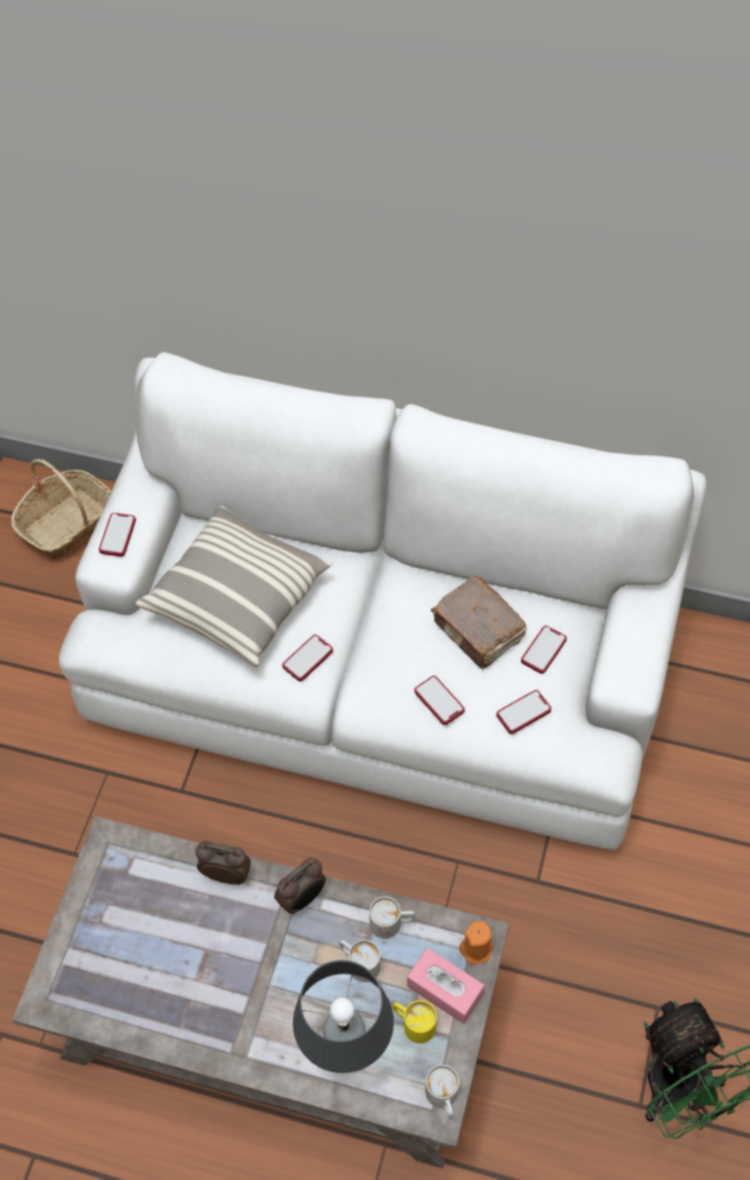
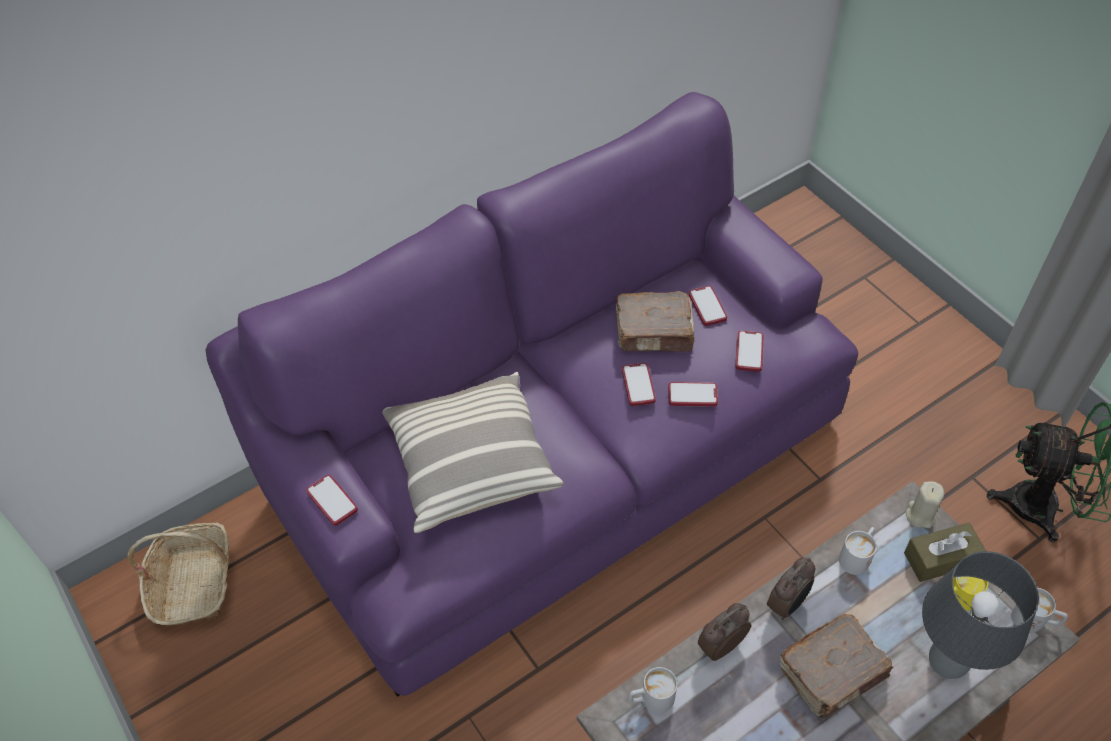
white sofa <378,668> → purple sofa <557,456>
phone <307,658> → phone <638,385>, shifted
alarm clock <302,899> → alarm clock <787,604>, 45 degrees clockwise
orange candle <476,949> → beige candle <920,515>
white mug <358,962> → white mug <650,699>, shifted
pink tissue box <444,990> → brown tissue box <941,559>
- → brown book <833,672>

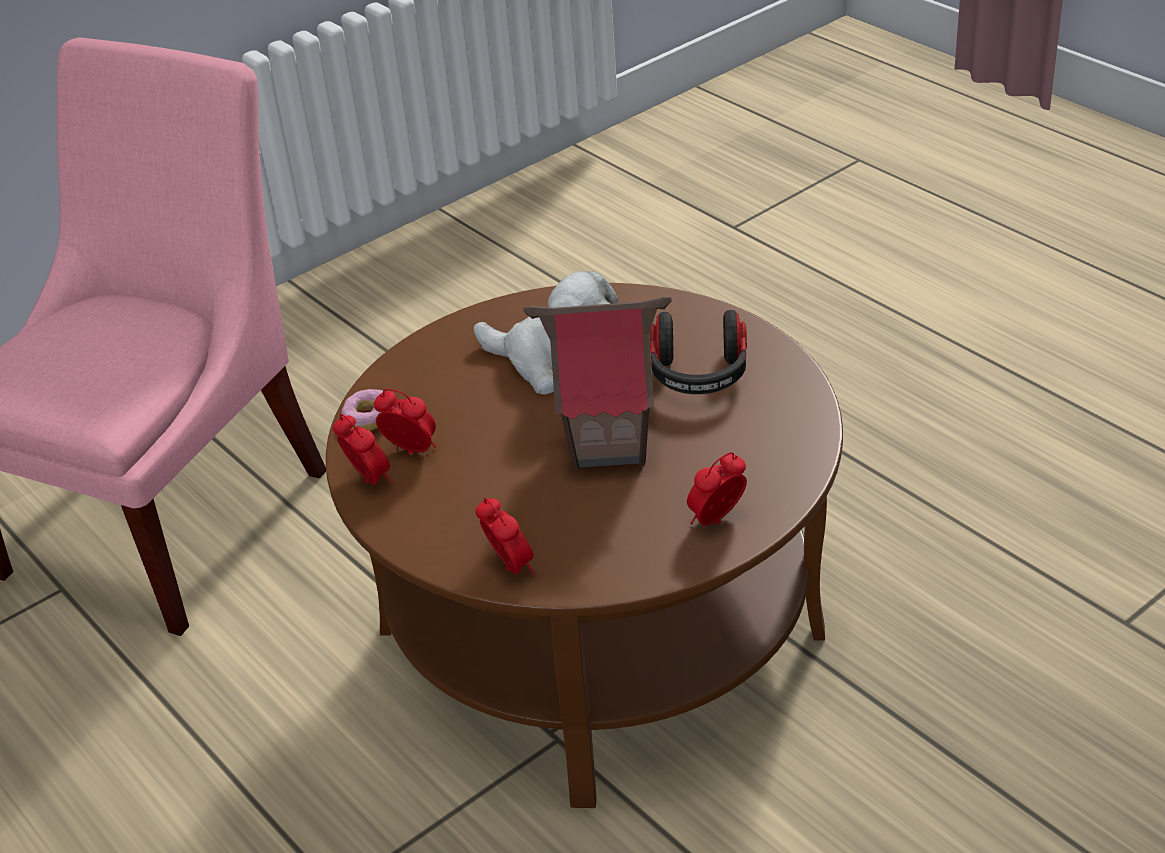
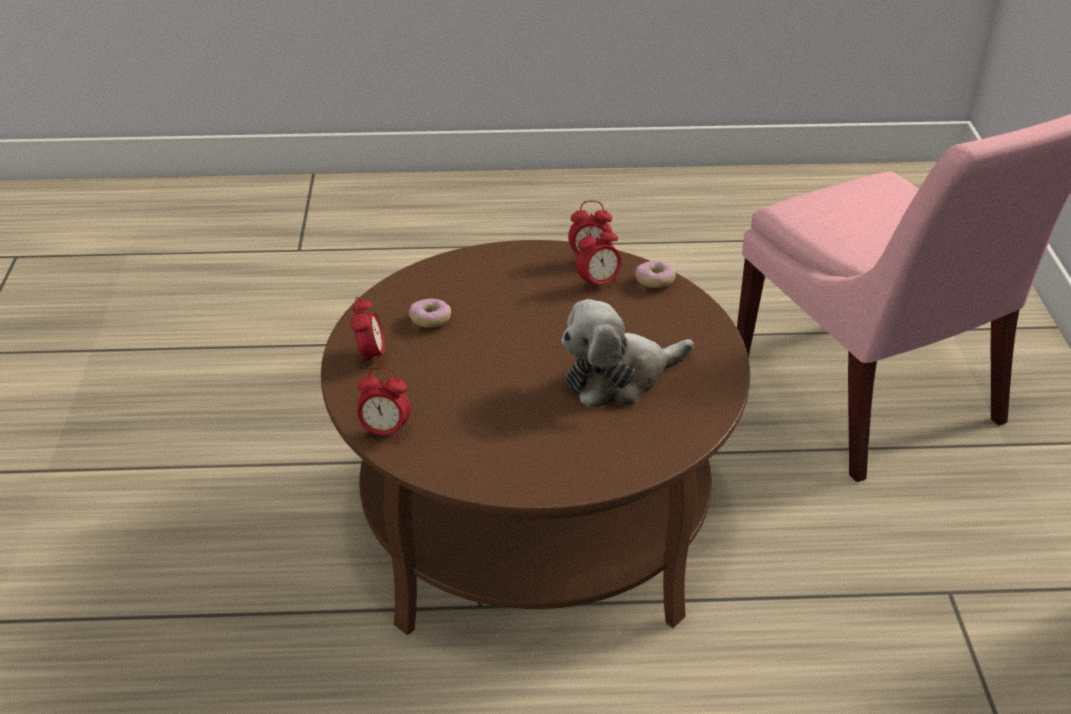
toy house <608,445> → -
headphones <699,376> → -
alarm clock <509,568> → alarm clock <384,431>, shifted
- → donut <430,320>

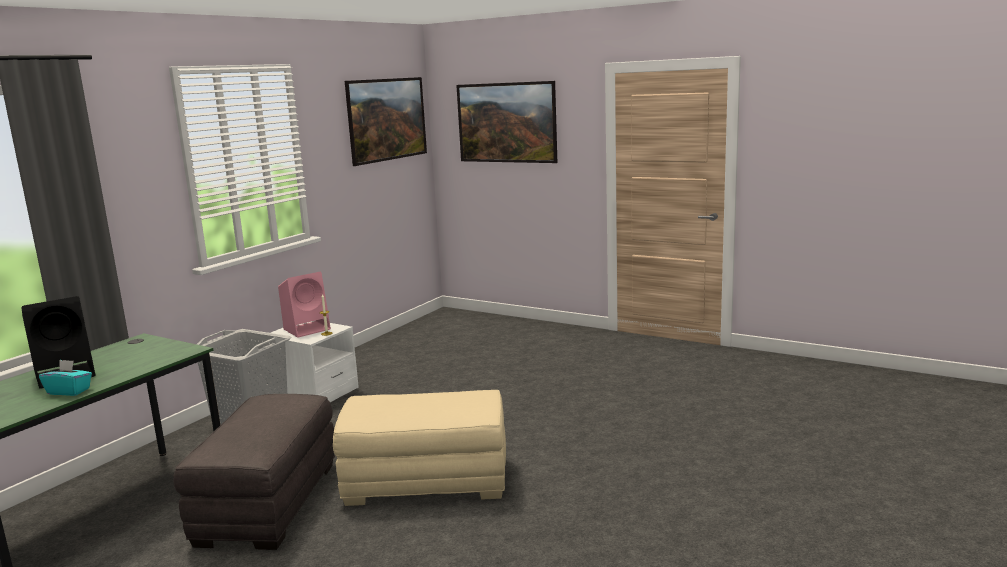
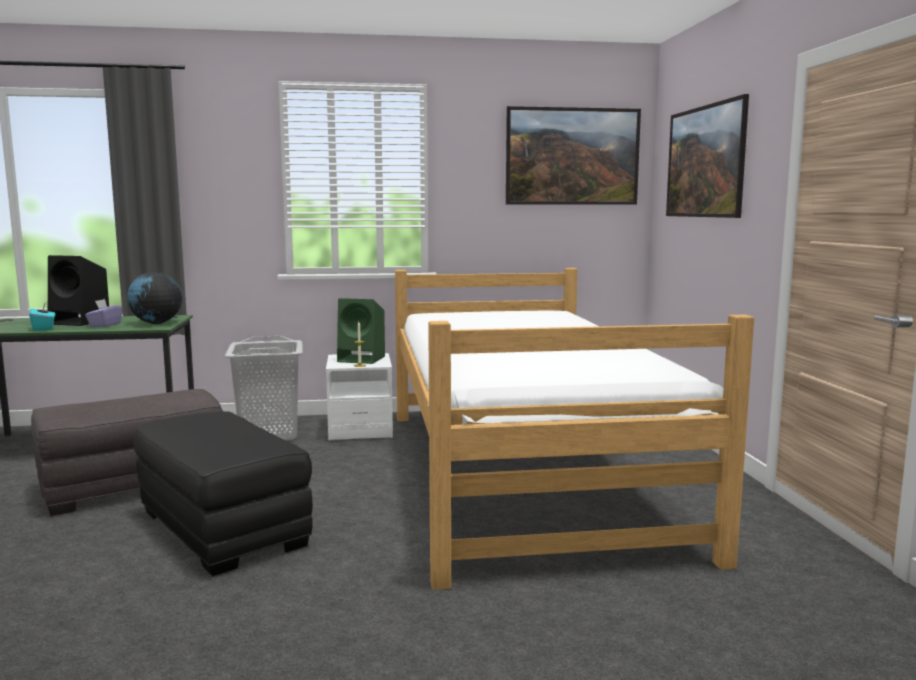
pink speaker <308,329> → green speaker <362,359>
beige ottoman <427,481> → black ottoman <224,528>
- → bed <523,473>
- → globe <156,323>
- → purple tissue box <105,325>

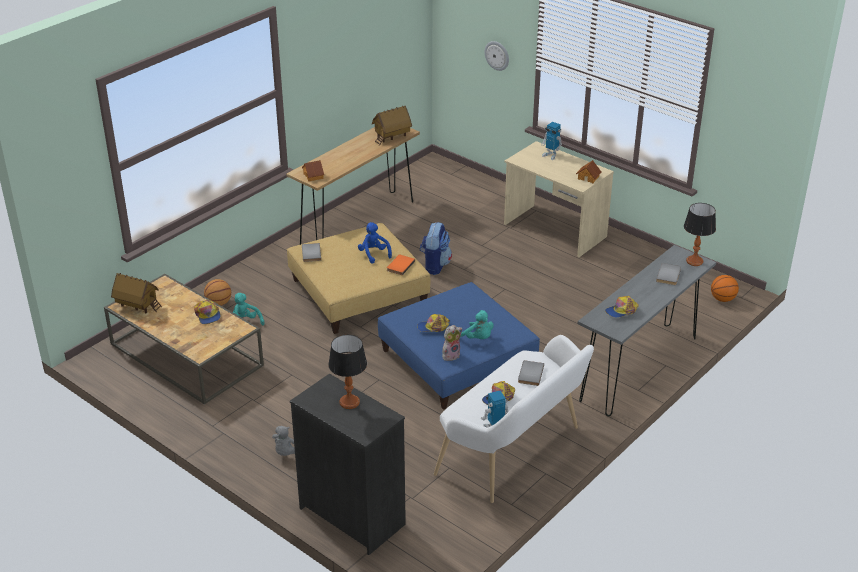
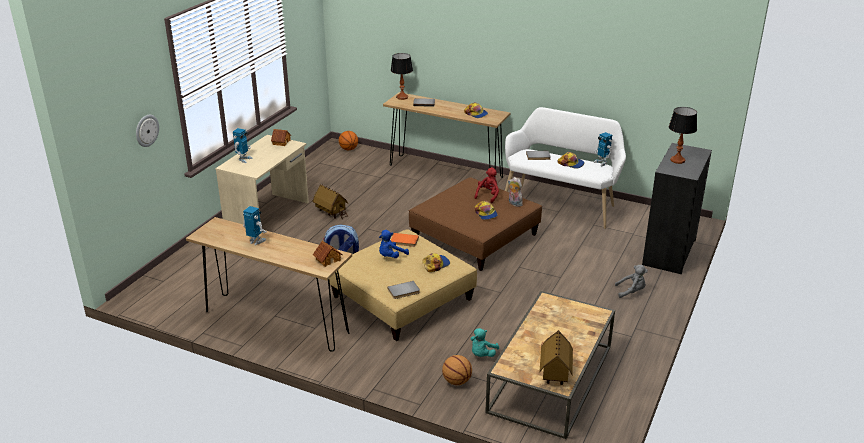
toy house <391,137> → toy house <331,213>, shifted
grey console table <639,369> → brown console table <445,171>
blue ottoman <456,361> → brown ottoman <475,237>
cap <208,315> → cap <435,264>, shifted
turquoise plush toy <477,338> → red plush toy <488,195>
- → toy robot <256,241>

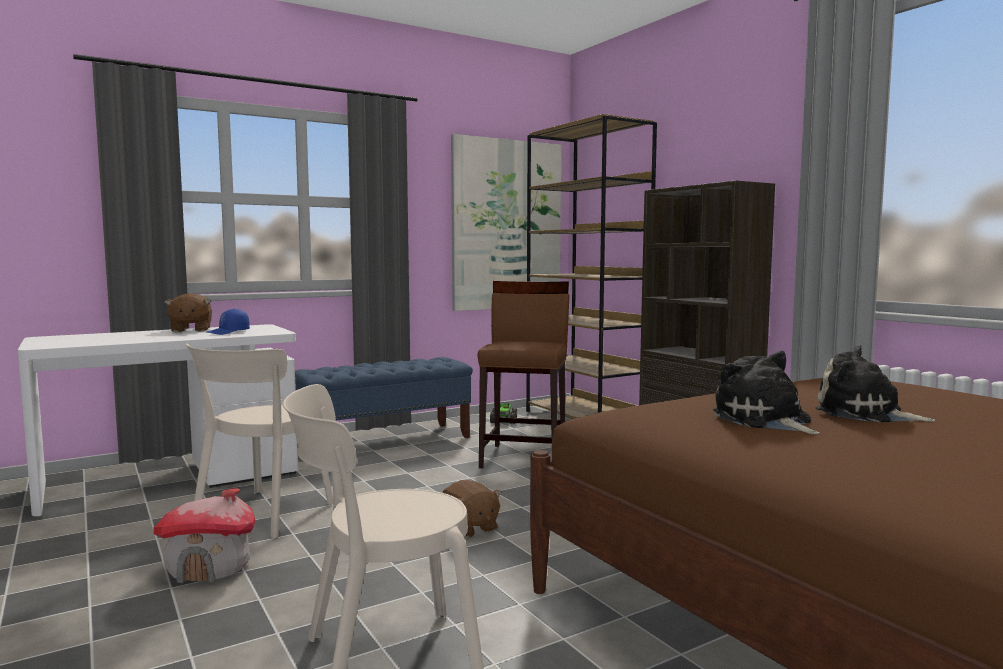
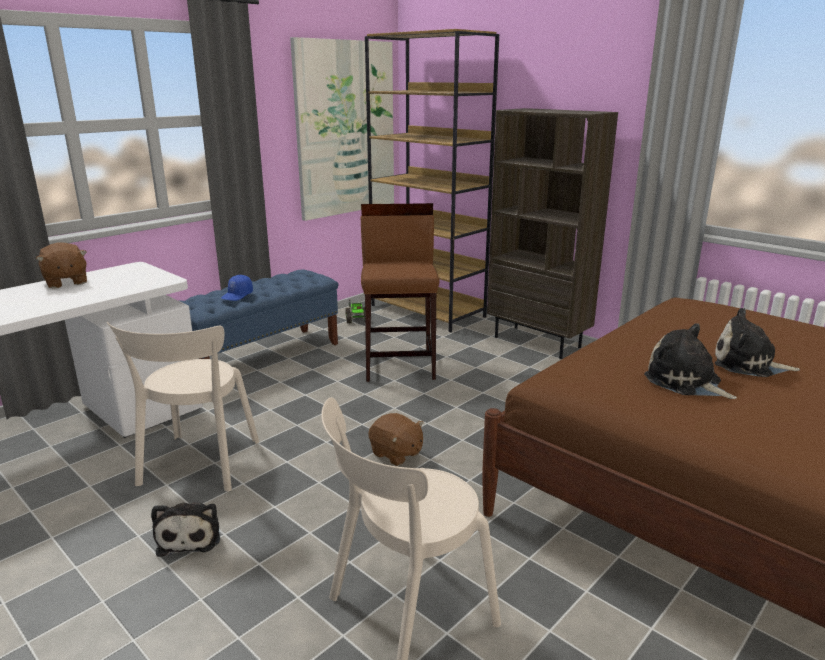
blue cap <228,332> → blue cap <237,295>, shifted
toy house <210,568> → plush toy <190,536>

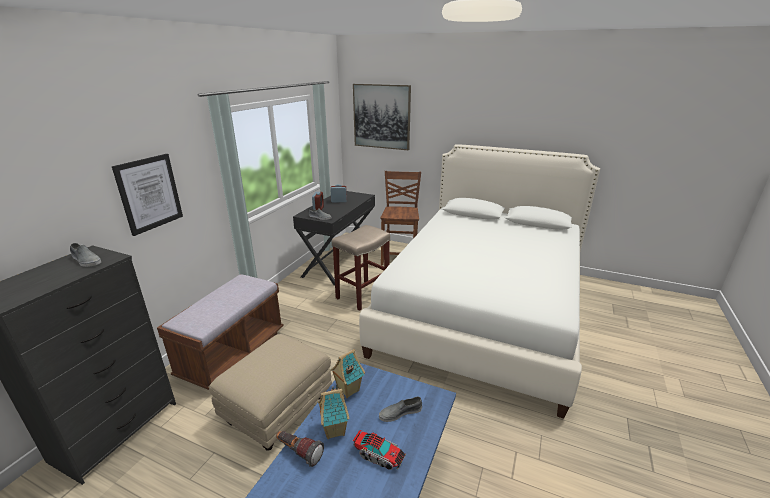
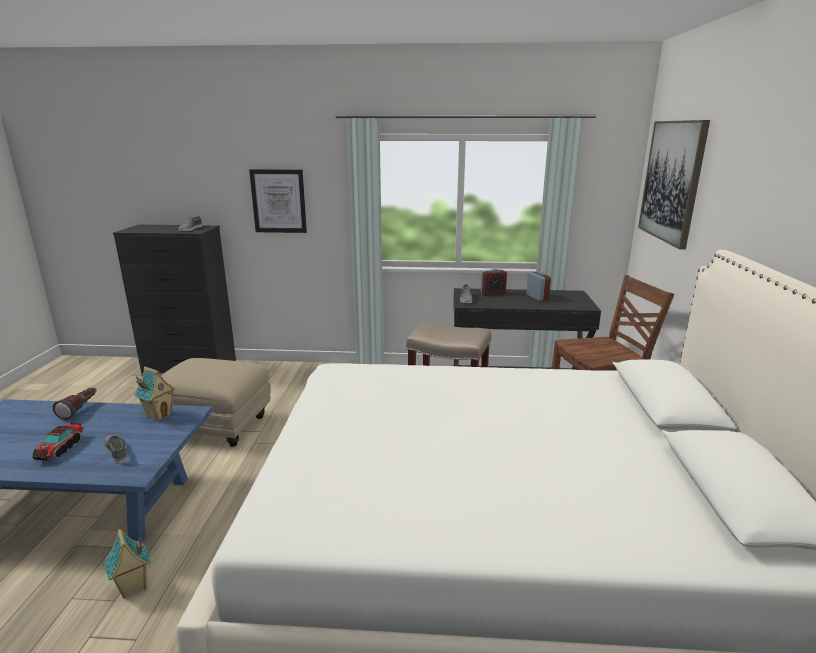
brown bench <233,354> → -
toy house <335,430> → toy house <133,587>, shifted

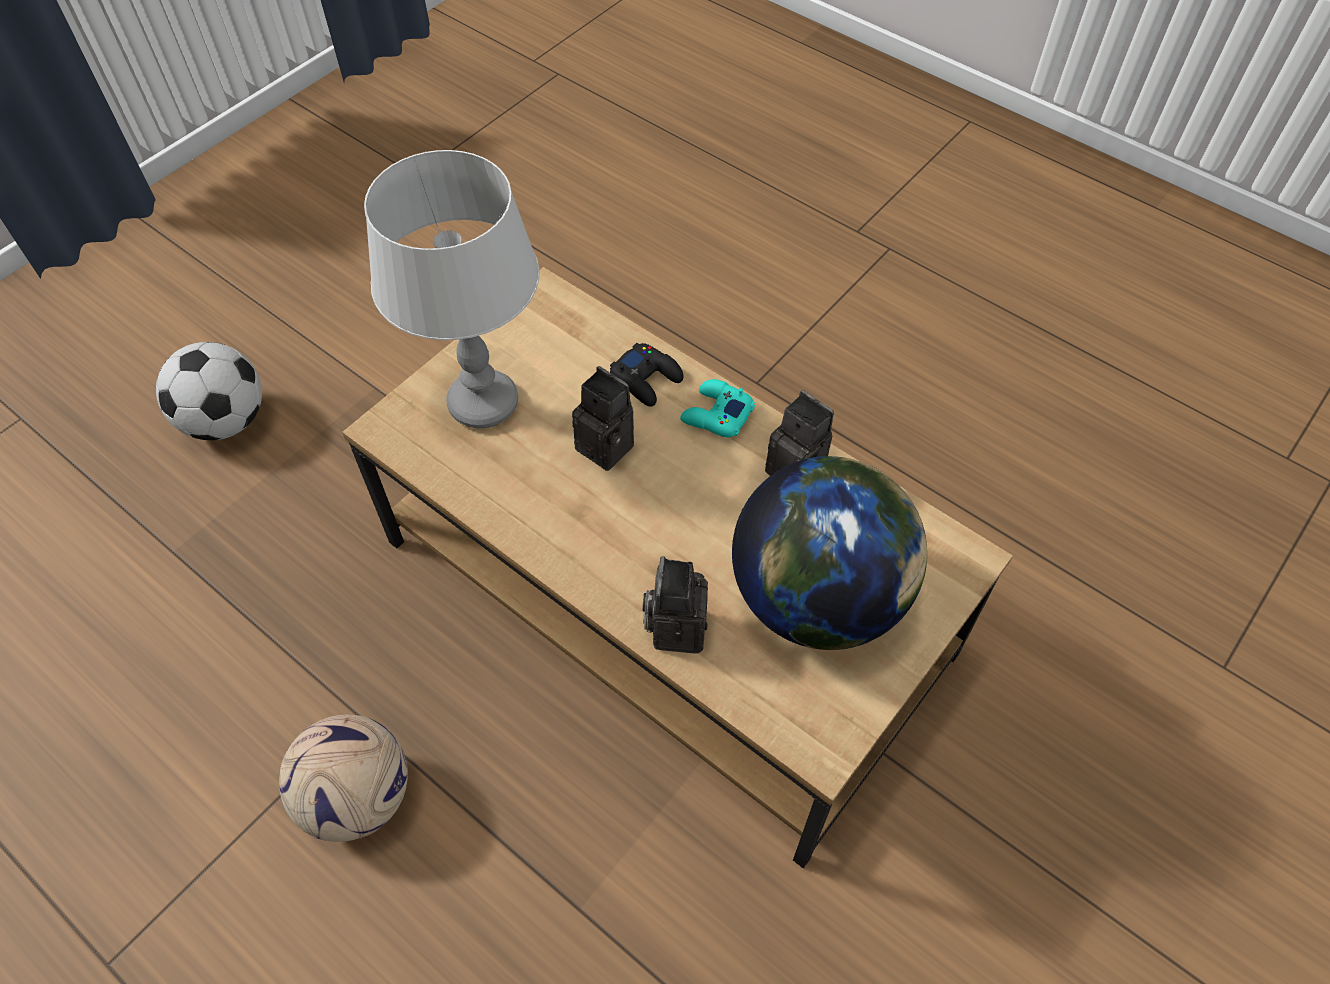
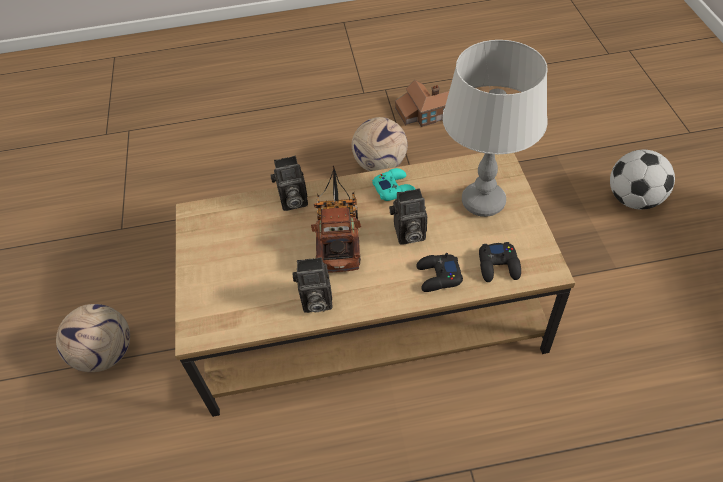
turquoise game controller <716,415> → turquoise game controller <394,188>, shifted
globe <818,597> → -
photo camera <675,626> → photo camera <292,201>, 120 degrees clockwise
- → toy house <424,113>
- → toy truck <339,233>
- → black game controller <498,266>
- → football <105,353>

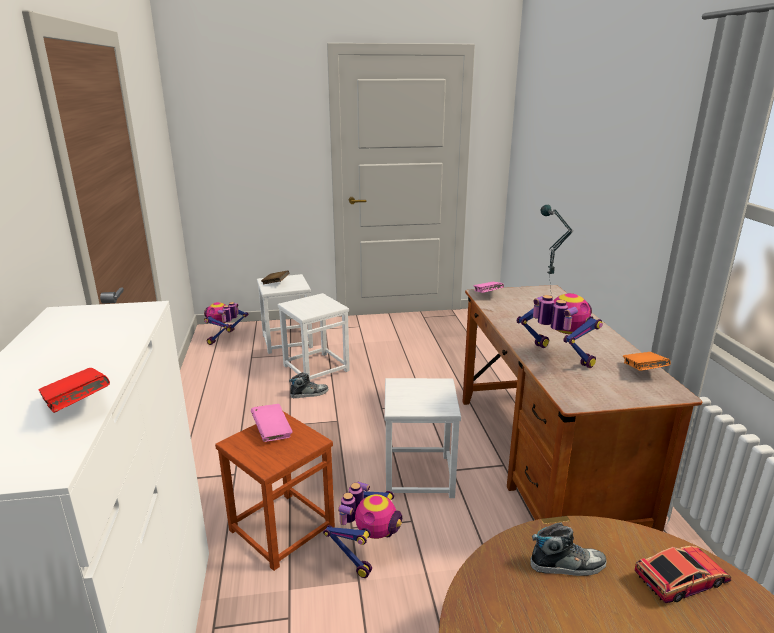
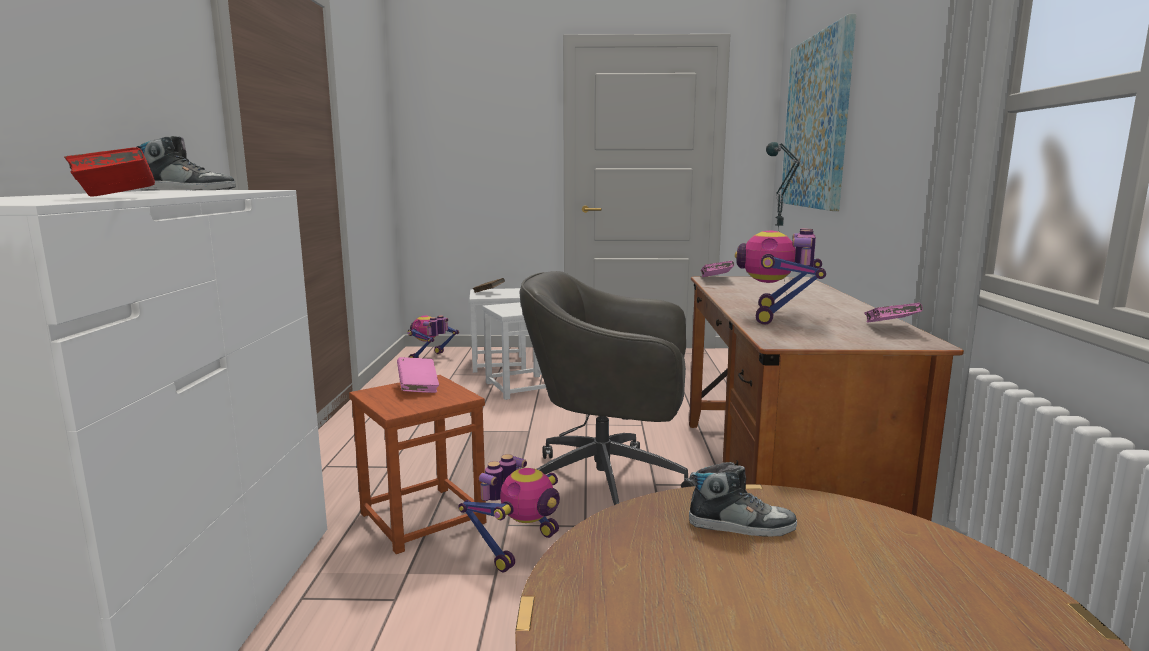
toy robot <557,358> → toy robot <777,316>, 135 degrees counterclockwise
orange book <643,371> → pink book <890,328>
shoe <309,393> → shoe <188,190>, shifted
white stool <418,475> → grey office chair <608,485>
toy car <681,579> → -
- → picture <816,122>

